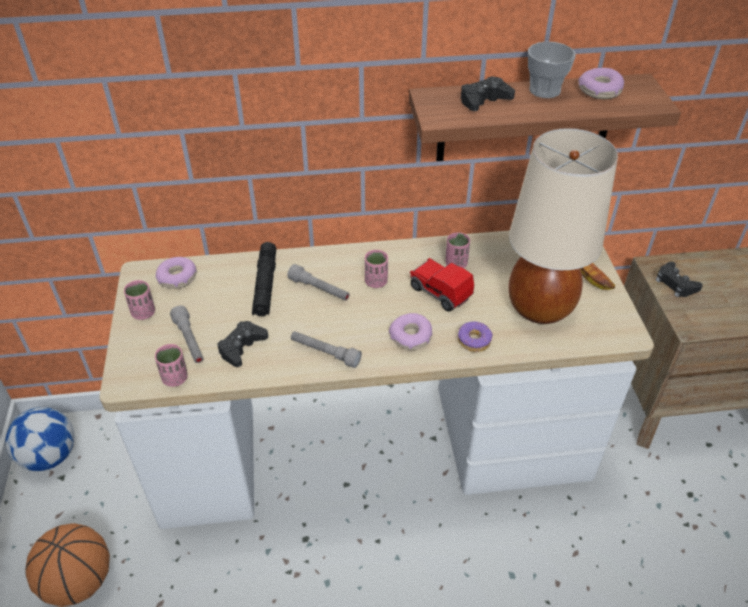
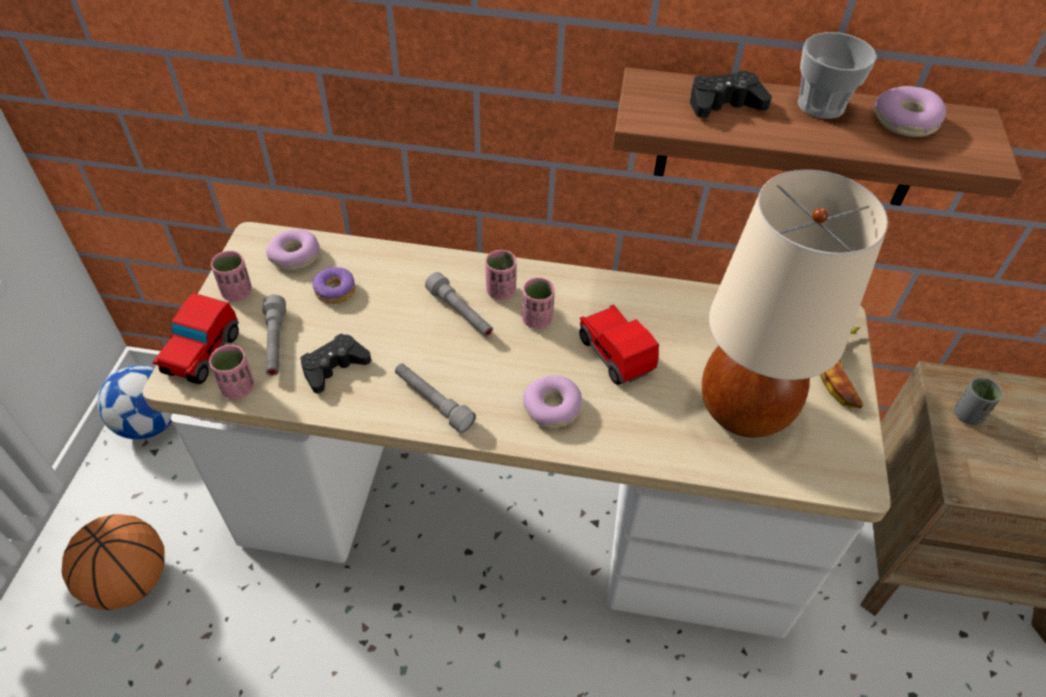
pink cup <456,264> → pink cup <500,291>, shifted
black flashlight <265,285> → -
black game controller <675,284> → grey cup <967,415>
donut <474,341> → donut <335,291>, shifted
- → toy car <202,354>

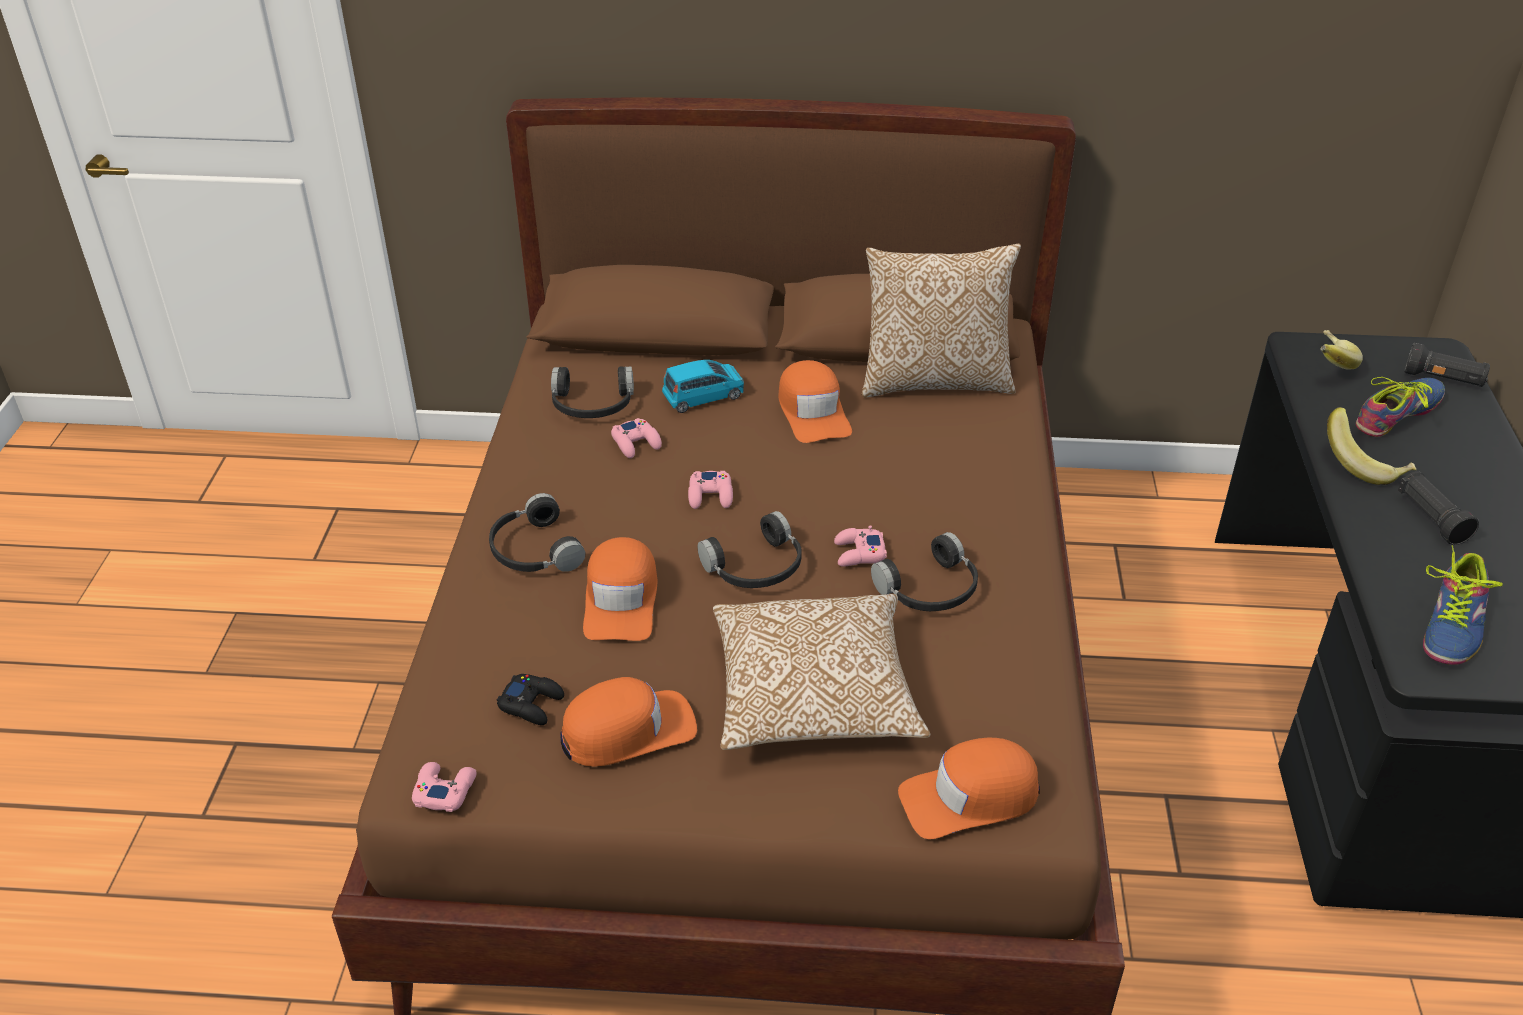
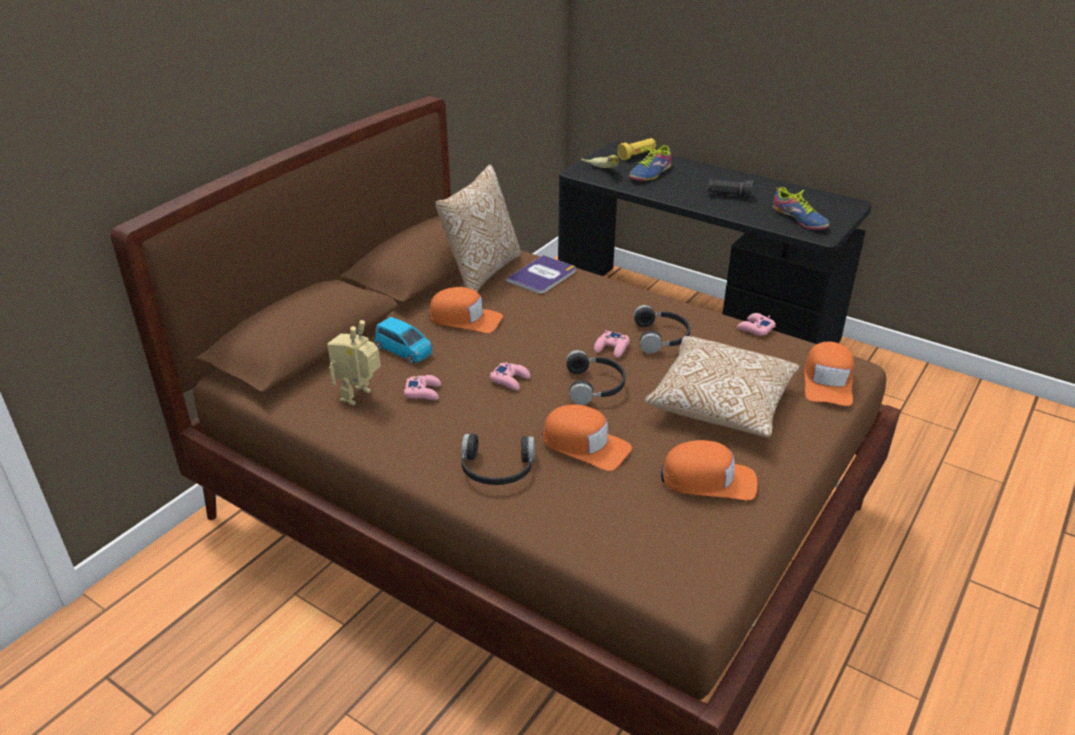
black flashlight <1443,379> → yellow flashlight <637,155>
blue toy car <704,397> → blue toy car <404,351>, 120 degrees clockwise
black headphones <592,405> → toy robot <360,397>
shoe <1397,413> → shoe <650,173>, 135 degrees counterclockwise
banana <1364,465> → -
black game controller <532,704> → -
orange cap <628,730> → orange cap <709,480>, 90 degrees clockwise
pink game controller <444,790> → pink game controller <755,328>, shifted
- → book <542,276>

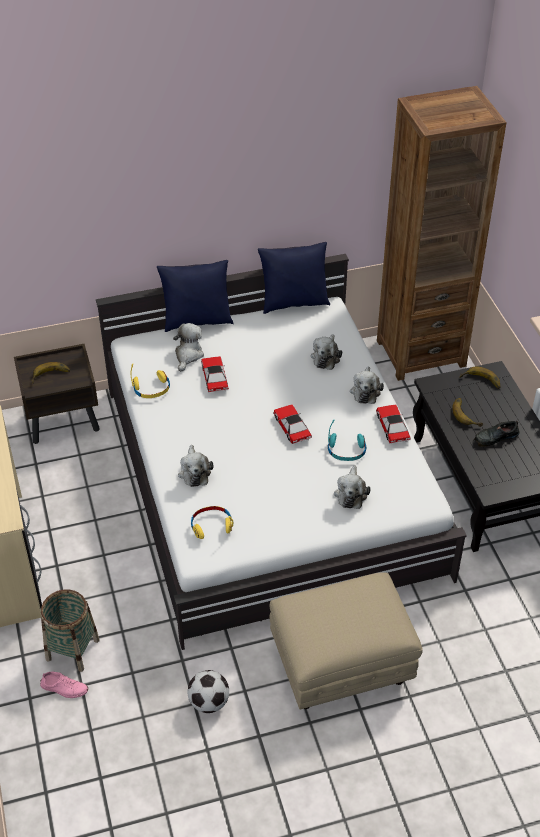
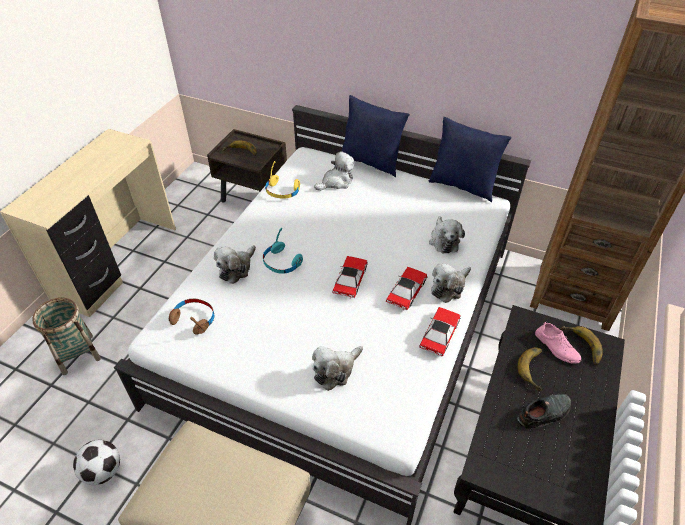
plush toy <326,357> → plush toy <444,240>, 60 degrees counterclockwise
toy car <214,378> → toy car <406,291>, shifted
turquoise headphones <346,451> → turquoise headphones <281,262>, shifted
black shoe <495,437> → black shoe <544,413>, 135 degrees clockwise
yellow headphones <211,525> → brown headphones <194,319>
pink shoe <64,688> → pink shoe <556,347>, shifted

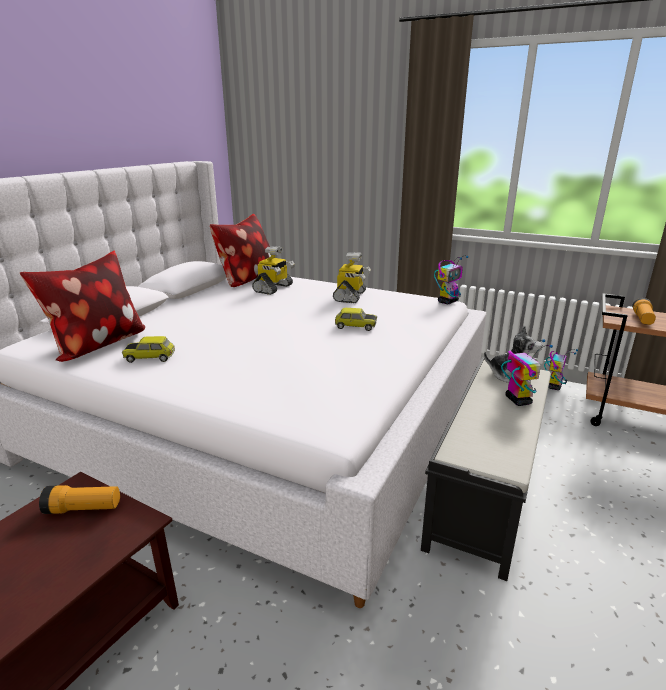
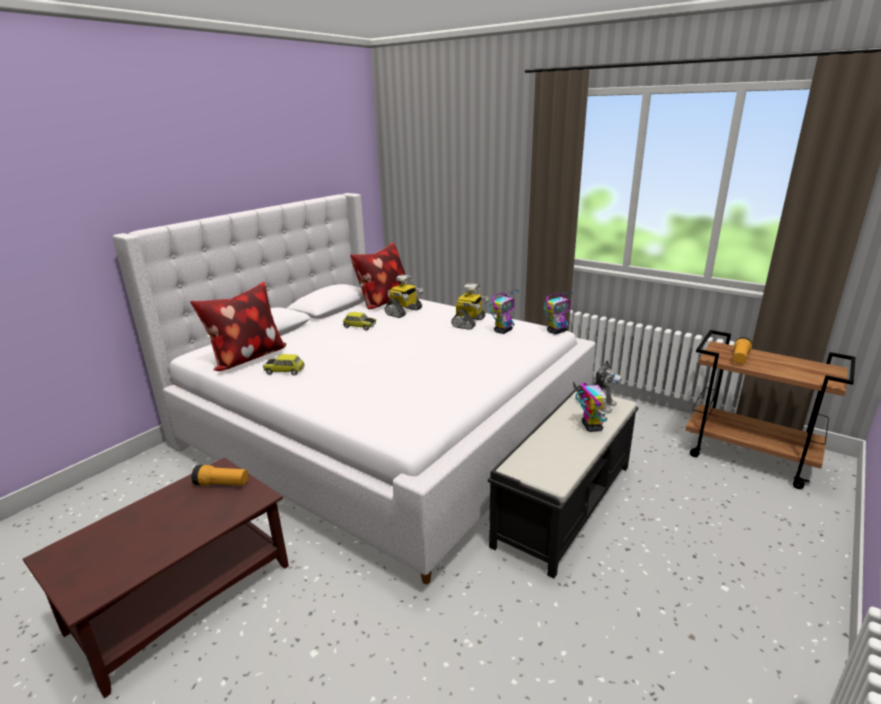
toy car <355,326> → toy car <359,326>, shifted
toy robot <554,386> → toy robot <503,331>, shifted

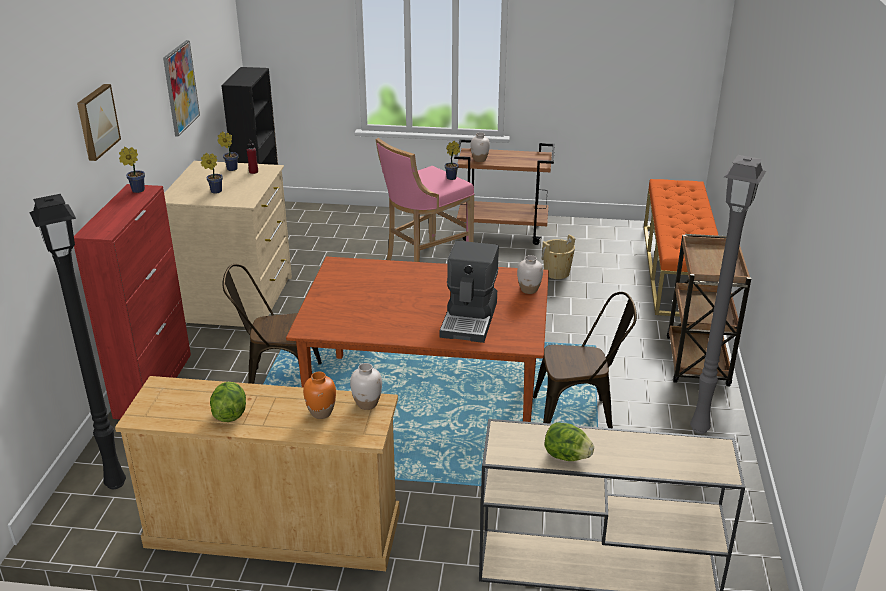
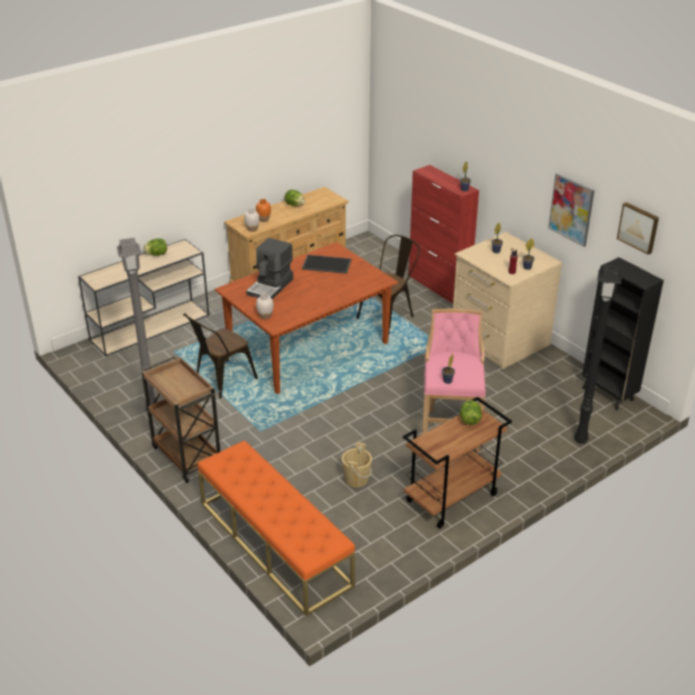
picture <96,121> → picture <639,227>, shifted
white vase <479,159> → lettuce <469,420>
black floor lamp <116,482> → black floor lamp <581,441>, shifted
coffee machine <470,319> → coffee machine <271,287>, 120 degrees counterclockwise
- → tray <326,265>

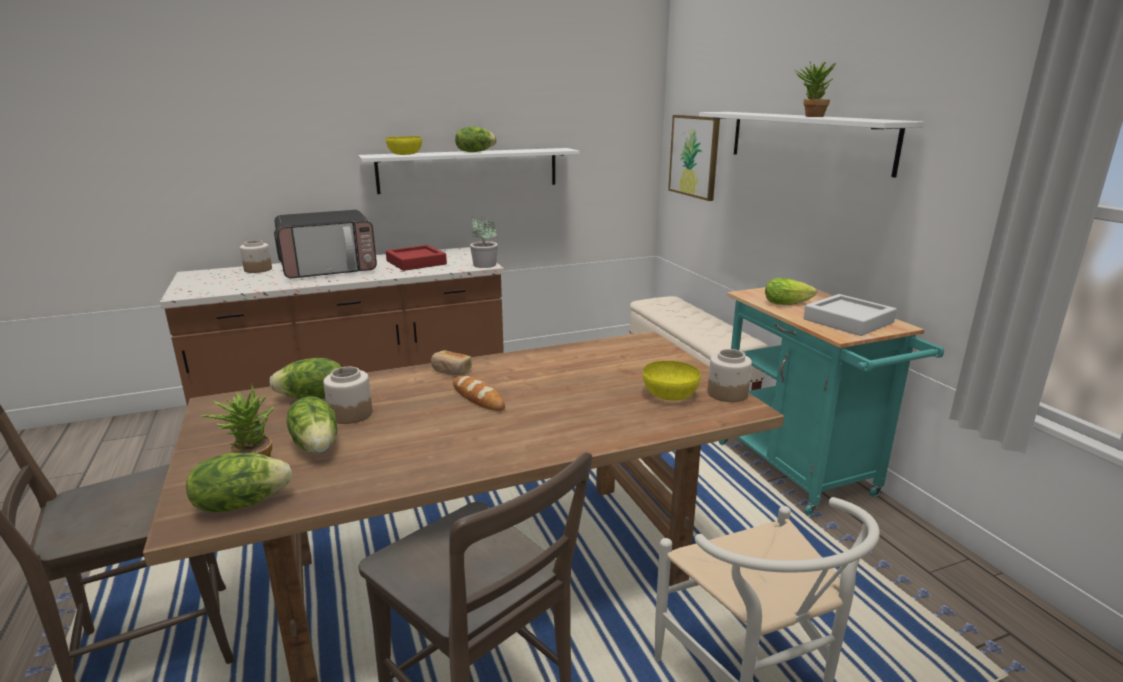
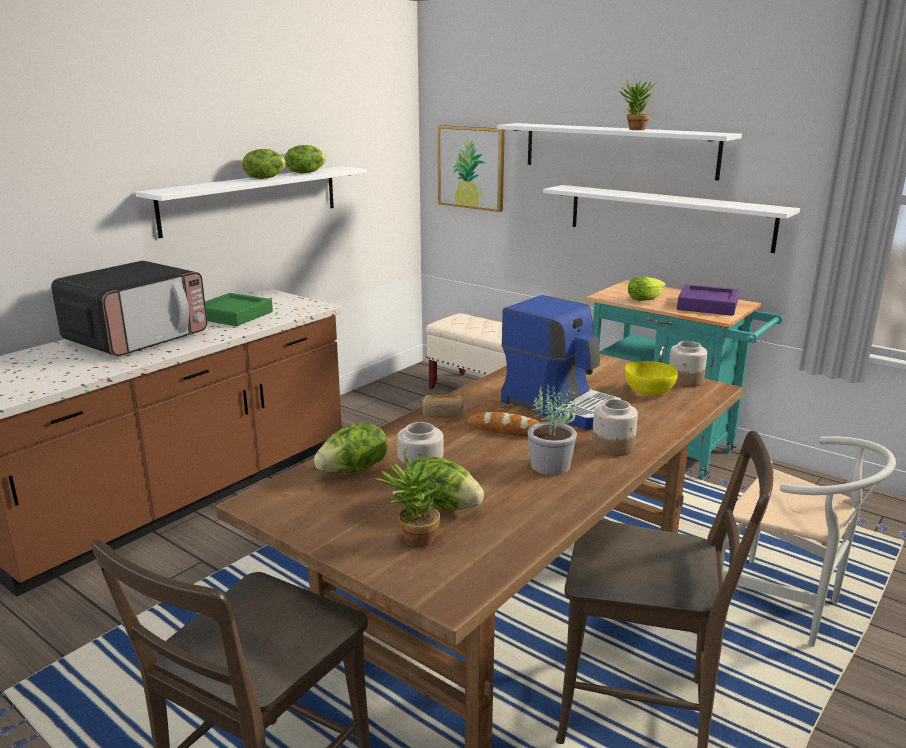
yellow bowl <405,154> → -
potted plant <484,265> → potted plant <550,466>, shifted
jar <258,269> → jar <613,447>, shifted
red tray <416,262> → green tray <234,315>
grey tray <848,321> → purple tray <707,305>
lettuce <241,503> → lettuce <306,172>, shifted
- → white shelf <668,217>
- → coffee machine <562,406>

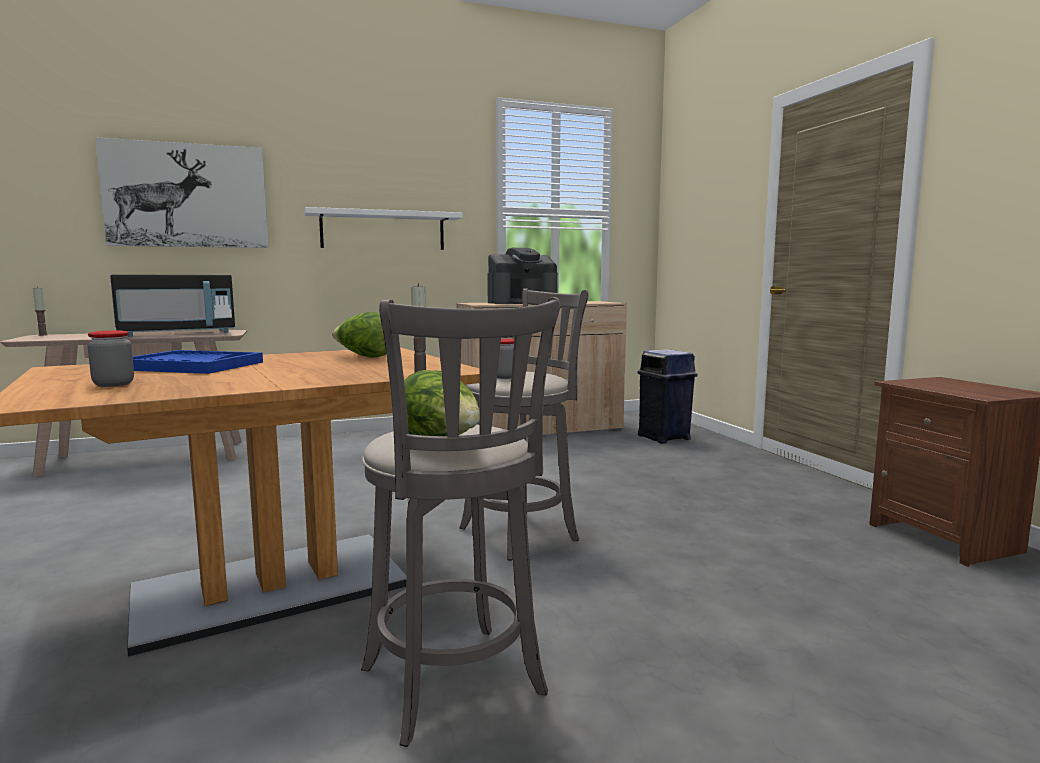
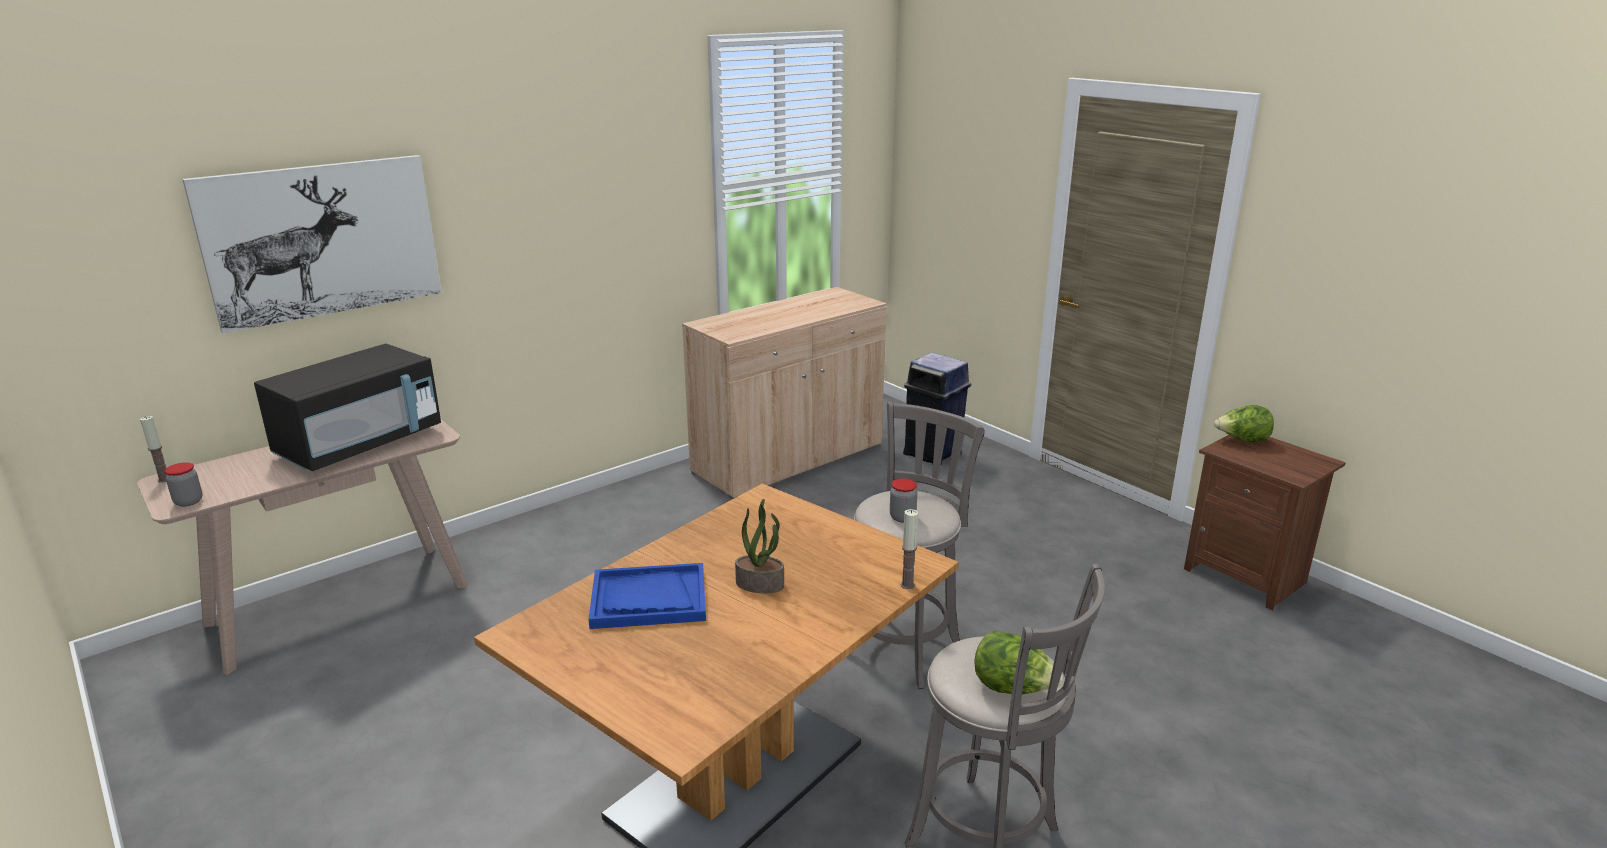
white shelf <383,230> → -
coffee machine <522,303> → -
lettuce <364,357> → lettuce <1242,440>, shifted
jar <113,384> → jar <188,501>, shifted
- → potted plant <760,584>

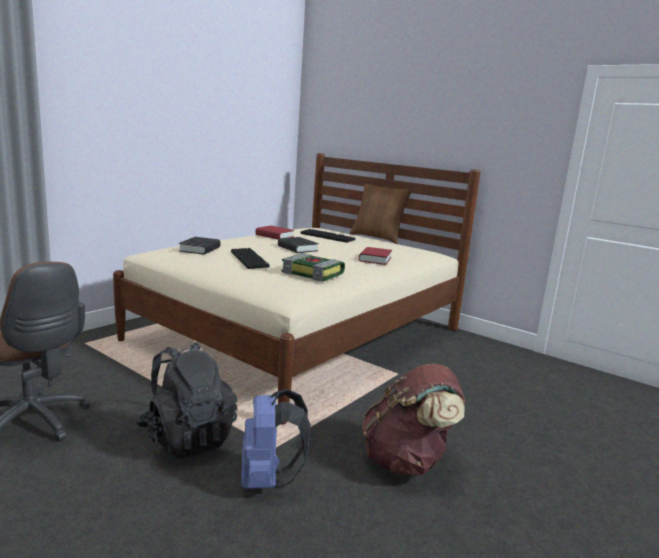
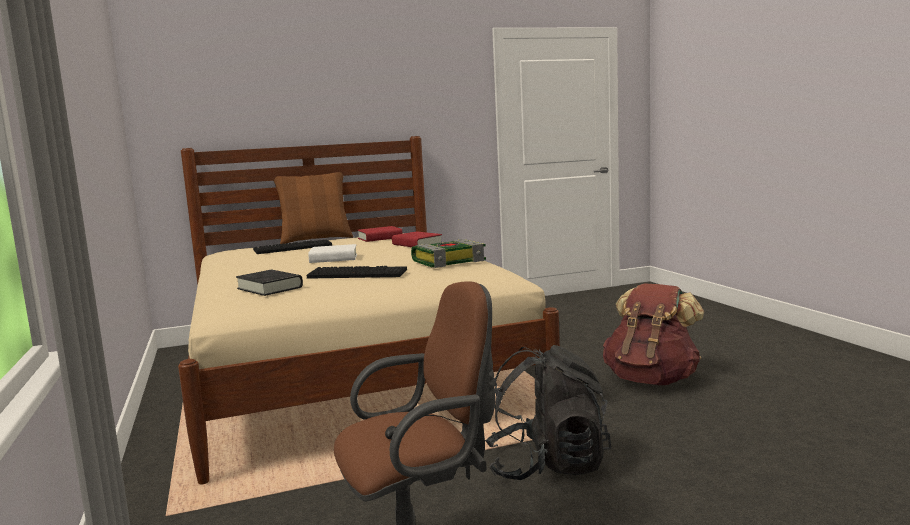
red book <274,236> → red book <380,238>, shifted
black book <297,248> → white book <333,258>
blue backpack <268,480> → -

